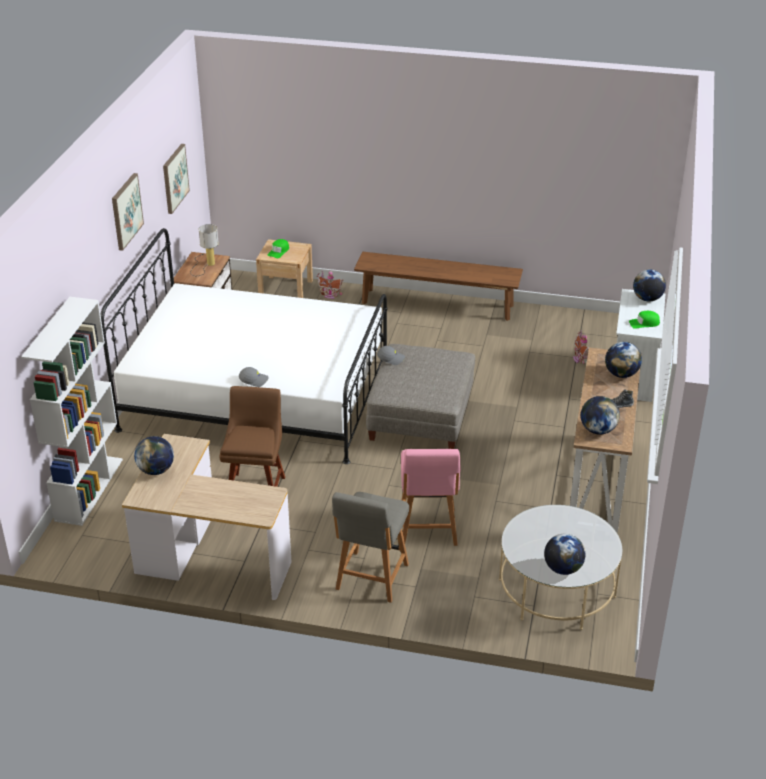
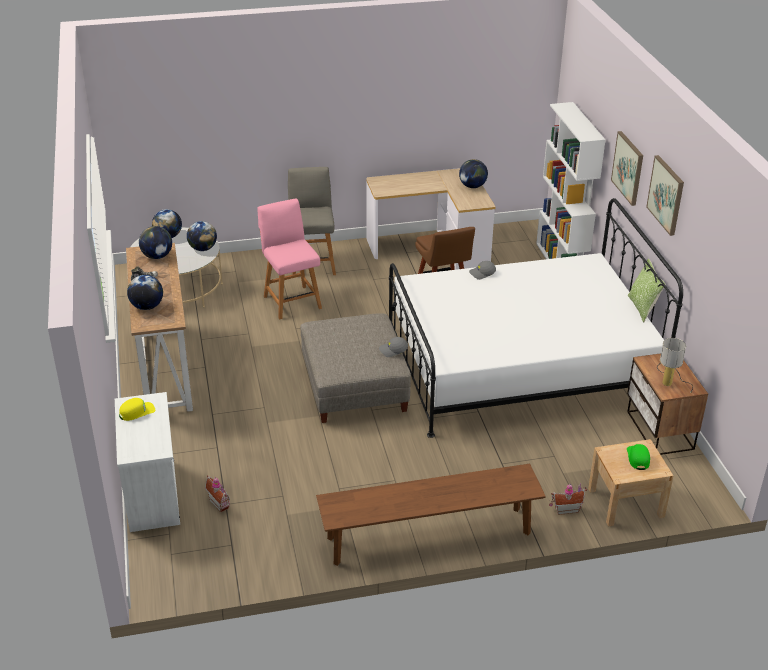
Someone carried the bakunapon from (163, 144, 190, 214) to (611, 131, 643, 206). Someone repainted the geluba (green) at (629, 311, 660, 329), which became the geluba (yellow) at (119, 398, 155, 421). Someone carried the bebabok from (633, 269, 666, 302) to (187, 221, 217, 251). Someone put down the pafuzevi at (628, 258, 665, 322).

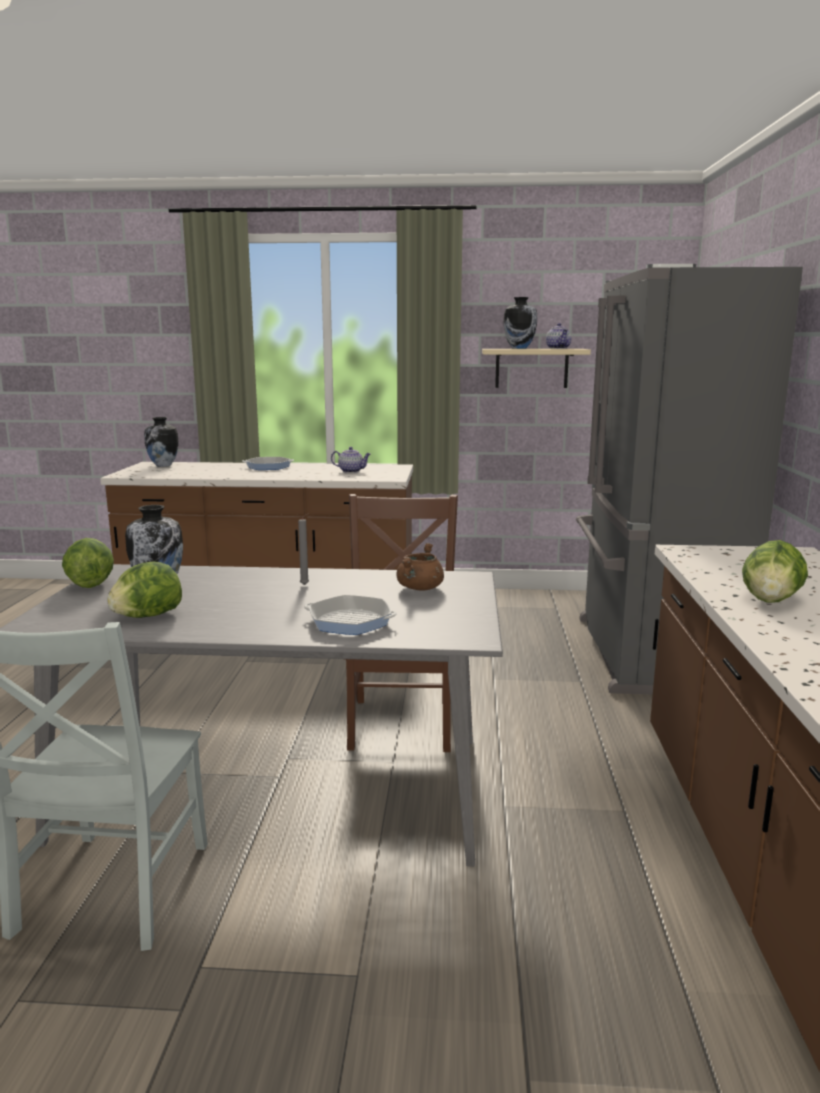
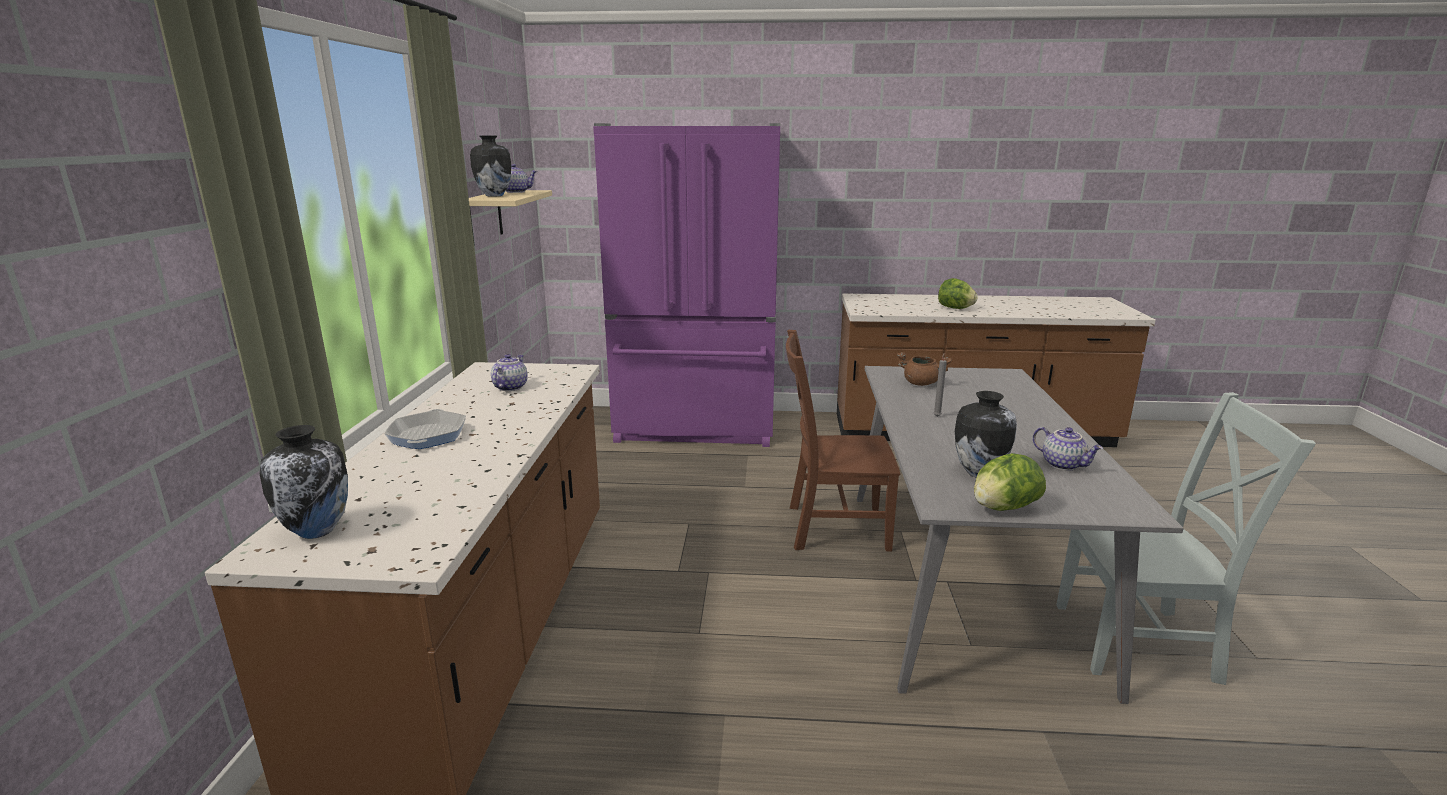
Someone swapped the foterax at (107, 561, 182, 618) for the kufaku at (1032, 427, 1103, 471). Someone took away the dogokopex at (304, 595, 397, 635). Someone repainted the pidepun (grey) at (576, 264, 803, 694), which became the pidepun (purple) at (593, 123, 780, 447).

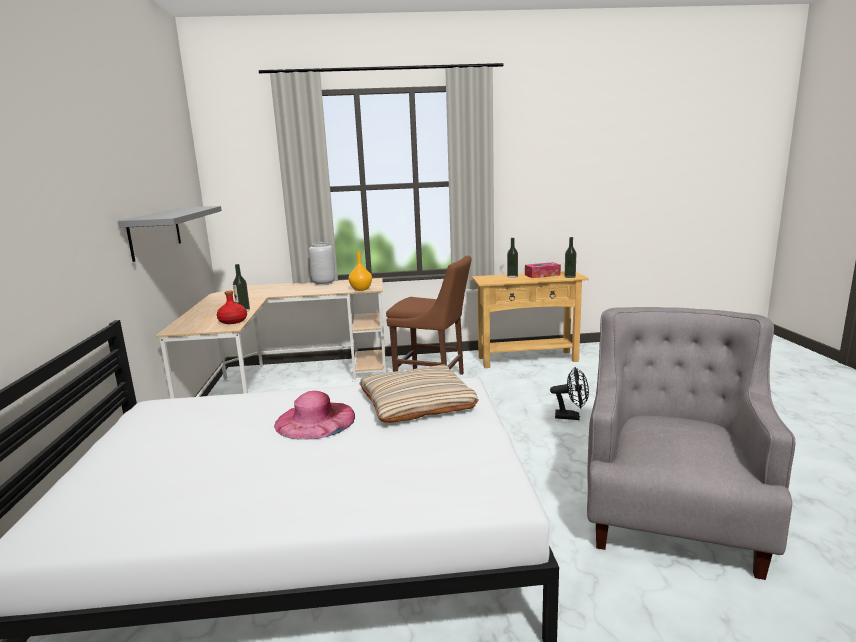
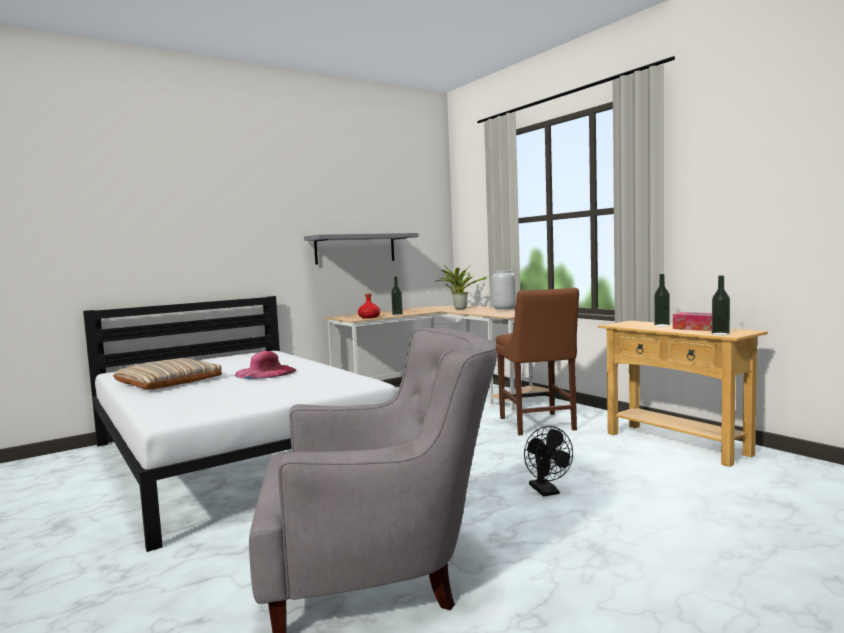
Someone took away the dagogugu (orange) at (348, 251, 372, 291). Someone carried the pafuzevi (beige) from (359, 364, 479, 423) to (113, 358, 222, 390). Someone put down the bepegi at (435, 265, 487, 309).

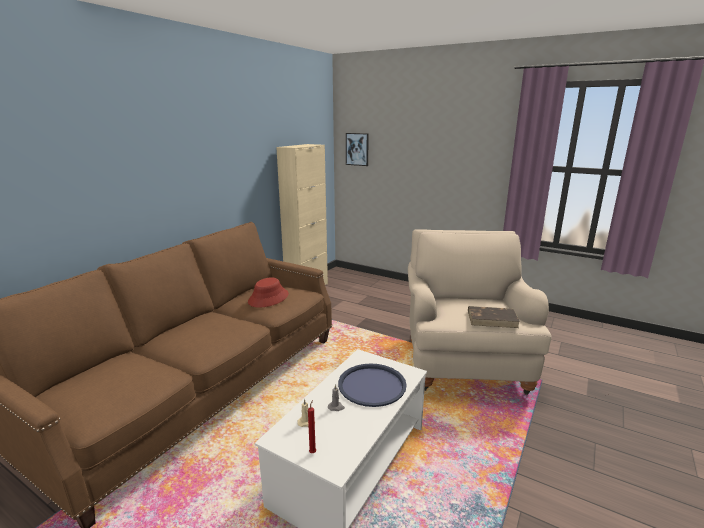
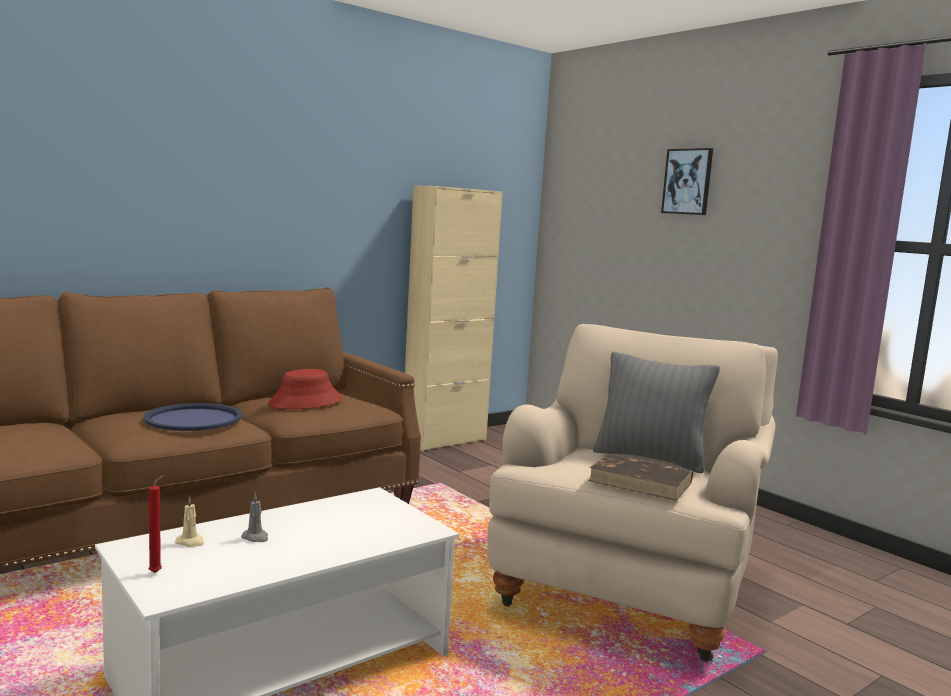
Someone carried the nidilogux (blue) from (338, 364, 407, 407) to (143, 403, 242, 431). Someone carried the bakunapon from (346, 133, 369, 166) to (661, 148, 713, 215). Someone put down the pafuzevi (grey) at (593, 352, 720, 473).

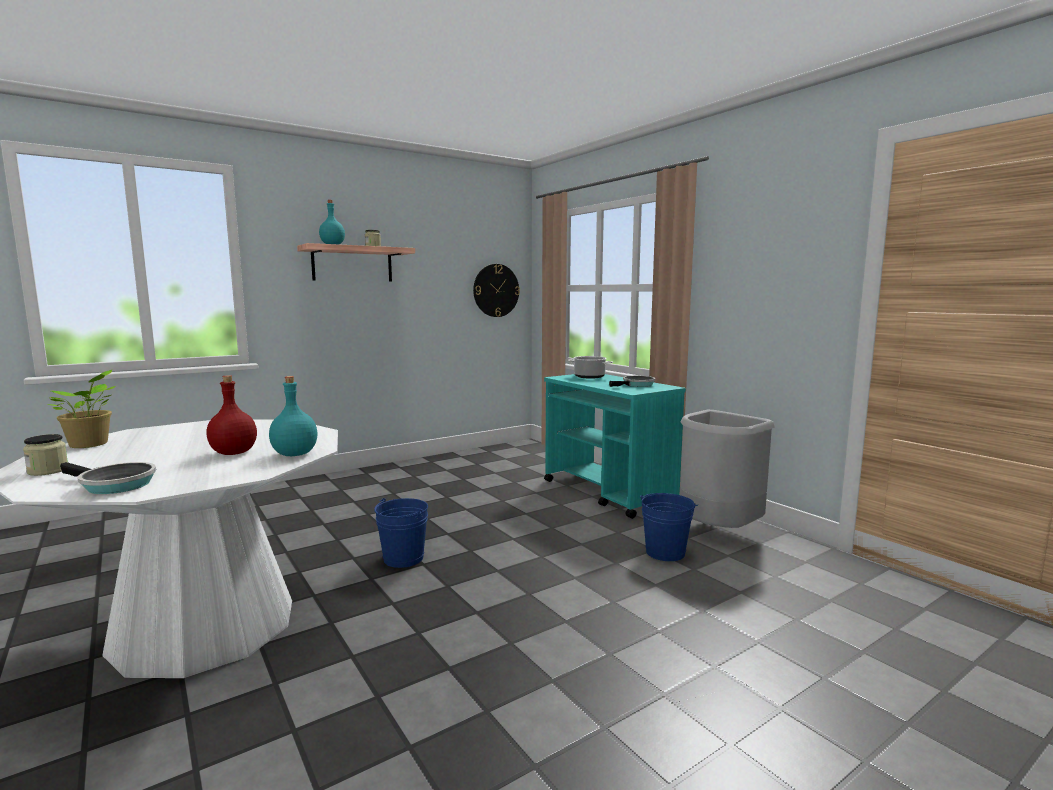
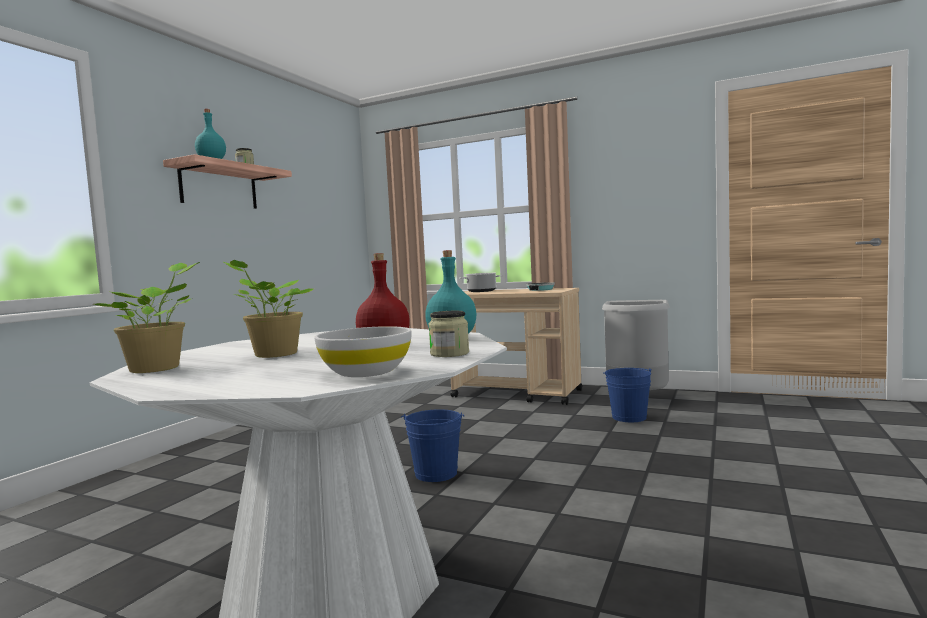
Someone carried the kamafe from (23, 434, 68, 476) to (428, 311, 469, 357). Someone swapped the dogokopex at (60, 462, 156, 494) for the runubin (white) at (314, 326, 412, 377). Someone took away the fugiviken at (473, 264, 520, 317). Someone repainted the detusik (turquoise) at (544, 374, 686, 519), which became the detusik (beige) at (451, 288, 582, 405). Someone put down the bepegi at (223, 260, 314, 358).

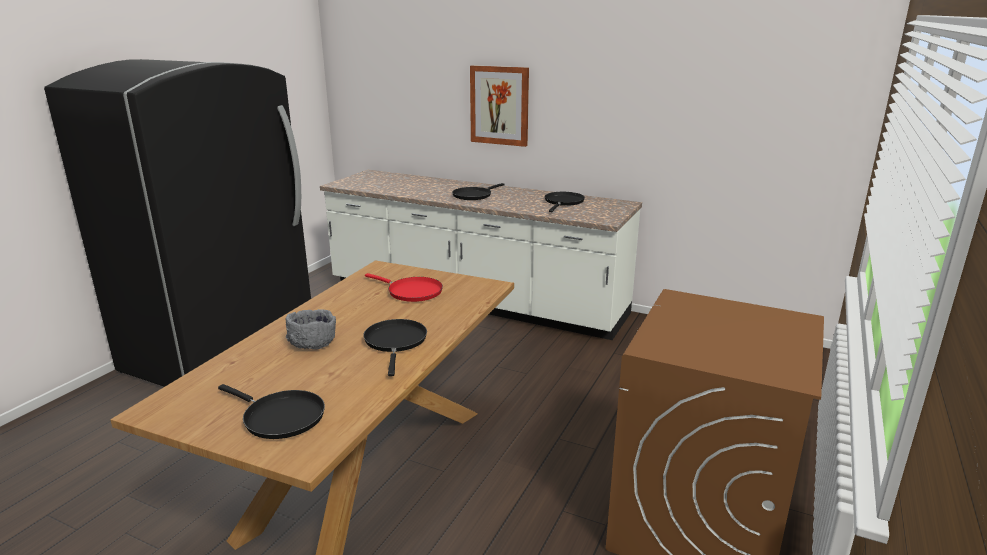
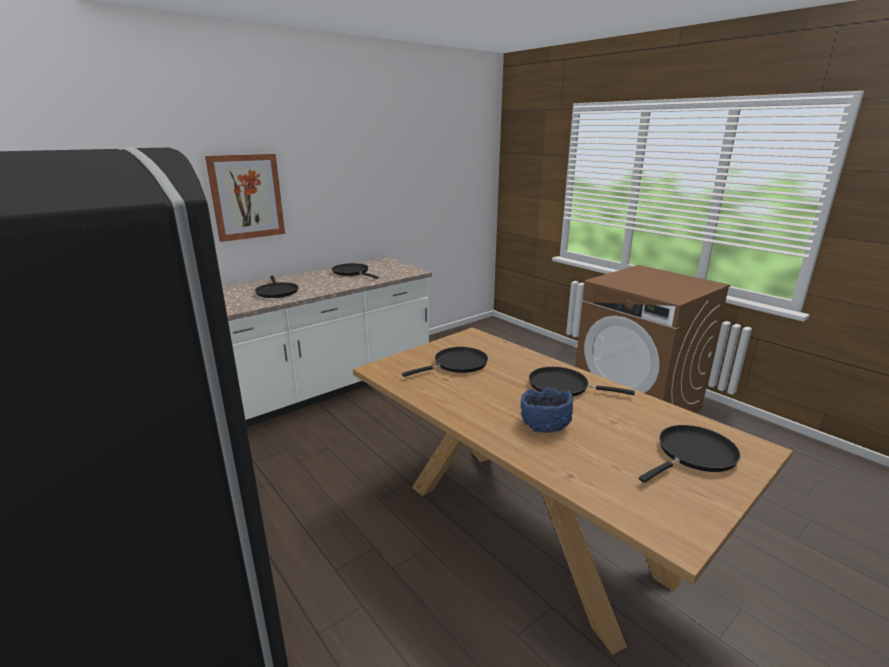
Someone repainted the runubin (grey) at (285, 309, 336, 349), which became the runubin (blue) at (521, 388, 573, 433). Someone repainted the dogokopex (red) at (365, 273, 443, 302), which became the dogokopex (black) at (402, 347, 488, 377).

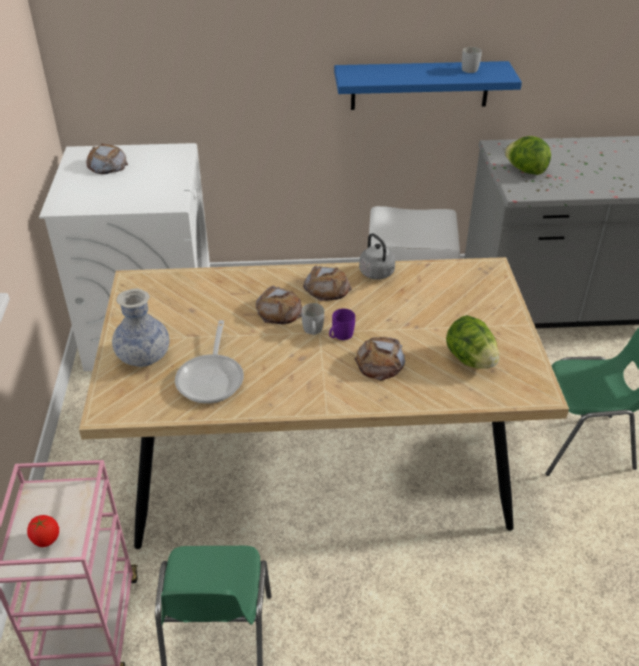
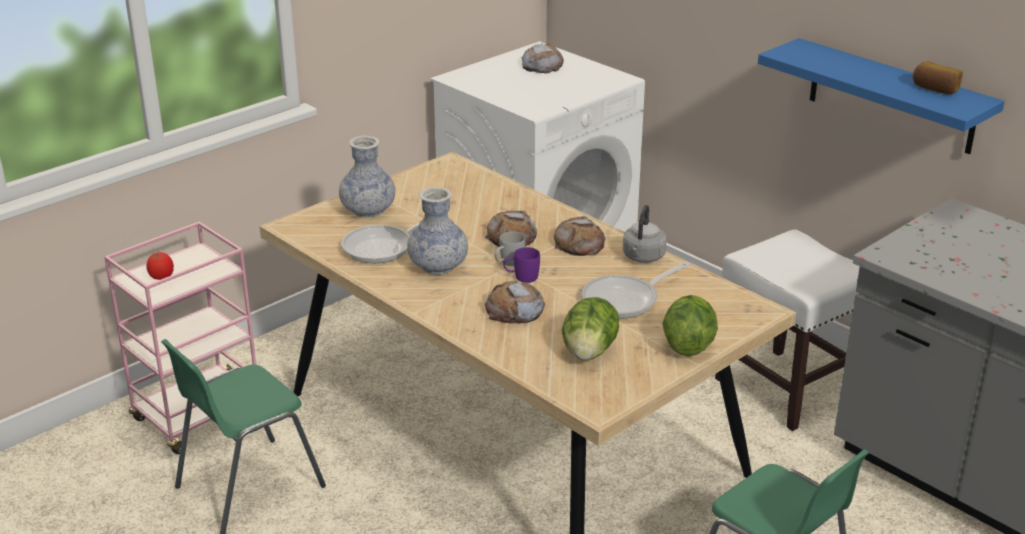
Someone swapped the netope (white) at (462, 47, 482, 73) for the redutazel at (913, 61, 963, 94). Someone carried the foterax from (505, 136, 551, 175) to (662, 295, 718, 356). Someone put down the dagogugu at (407, 187, 468, 275). Someone put down the dogokopex at (582, 262, 691, 319).

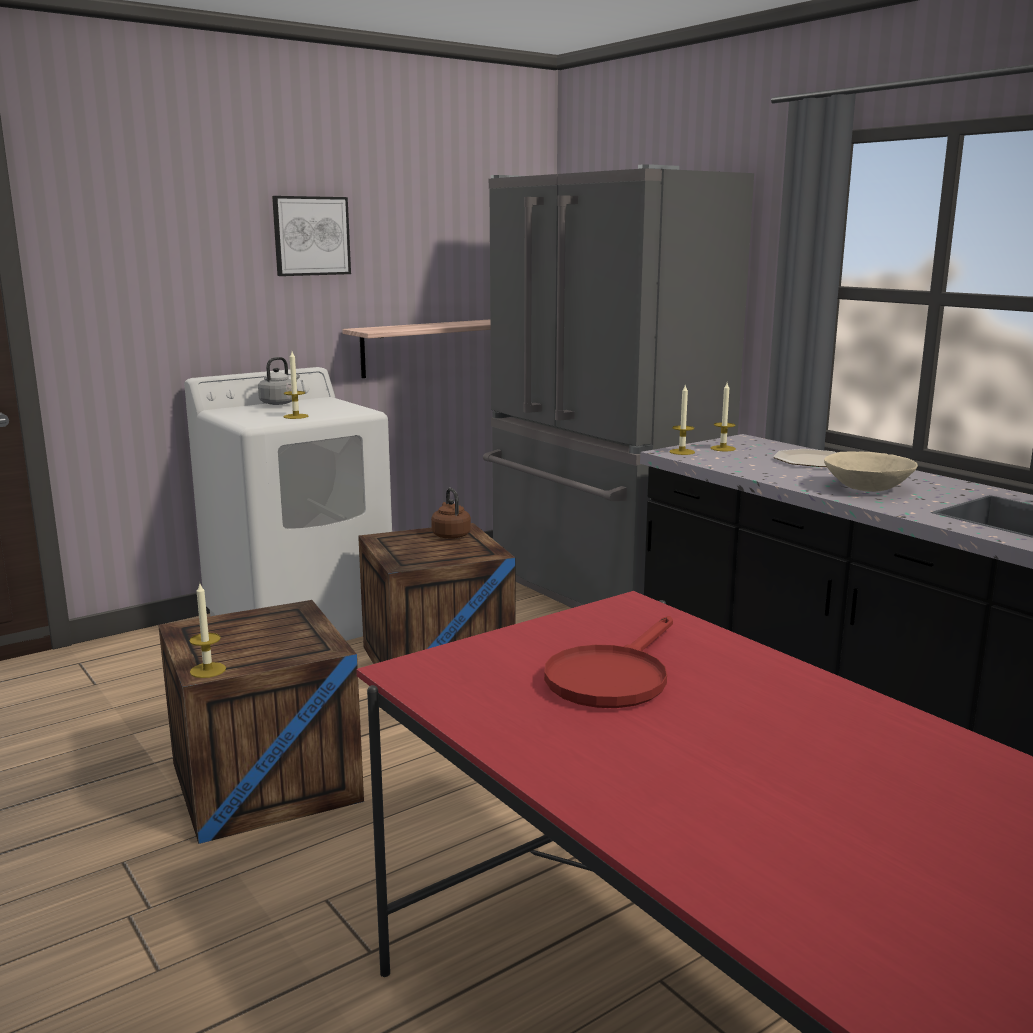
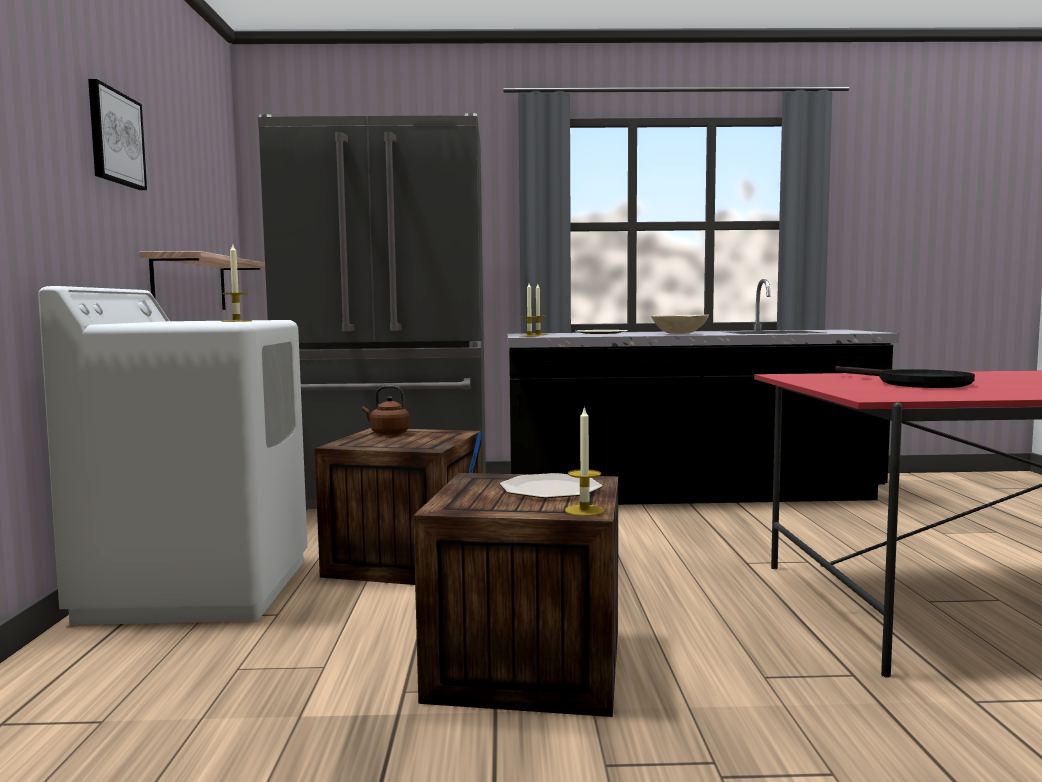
Someone took away the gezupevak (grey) at (258, 357, 300, 405). Someone repainted the dogokopex (red) at (544, 616, 673, 708), which became the dogokopex (black) at (835, 366, 975, 388). Someone put down the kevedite at (500, 473, 602, 498).

